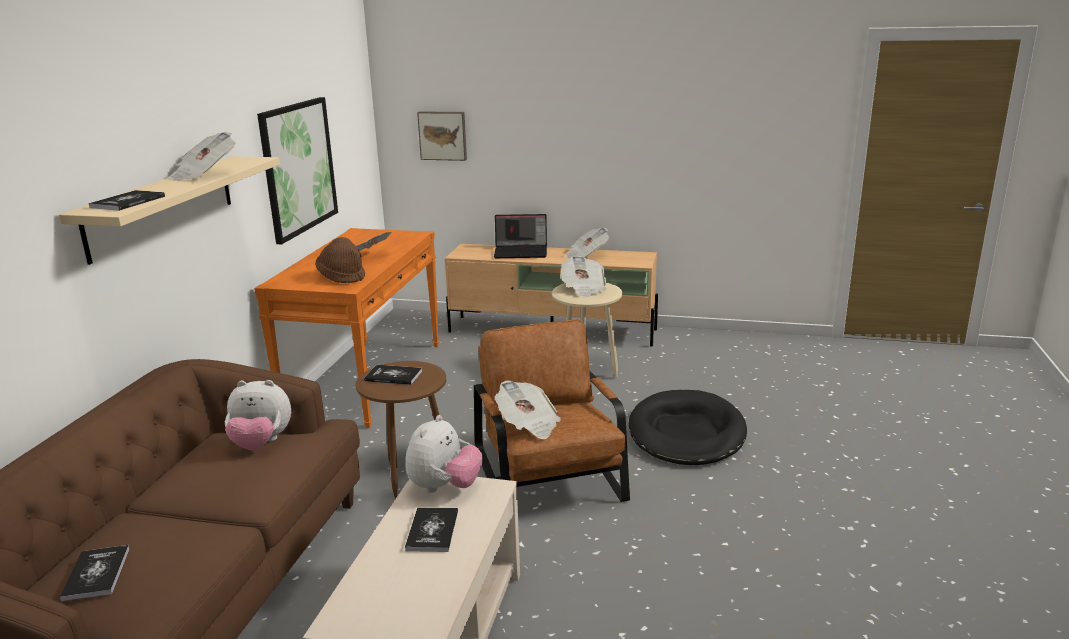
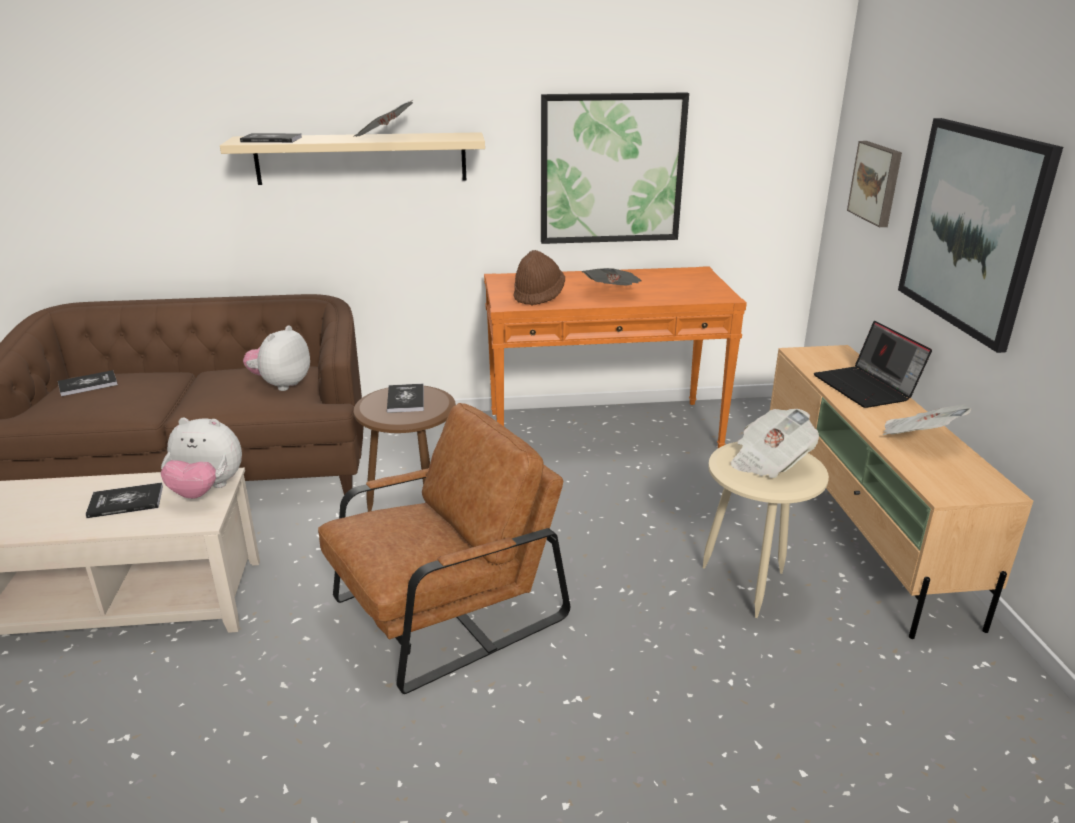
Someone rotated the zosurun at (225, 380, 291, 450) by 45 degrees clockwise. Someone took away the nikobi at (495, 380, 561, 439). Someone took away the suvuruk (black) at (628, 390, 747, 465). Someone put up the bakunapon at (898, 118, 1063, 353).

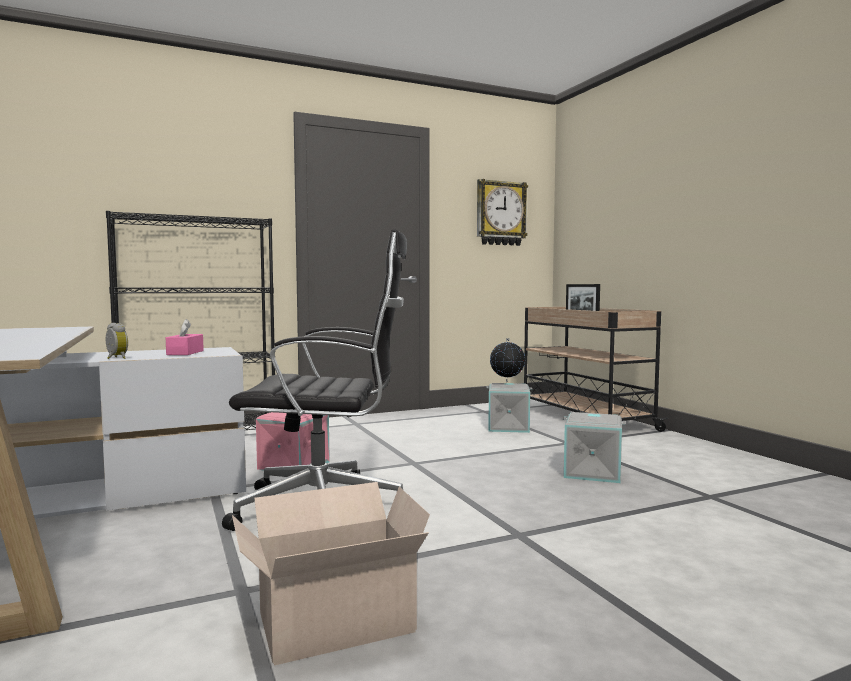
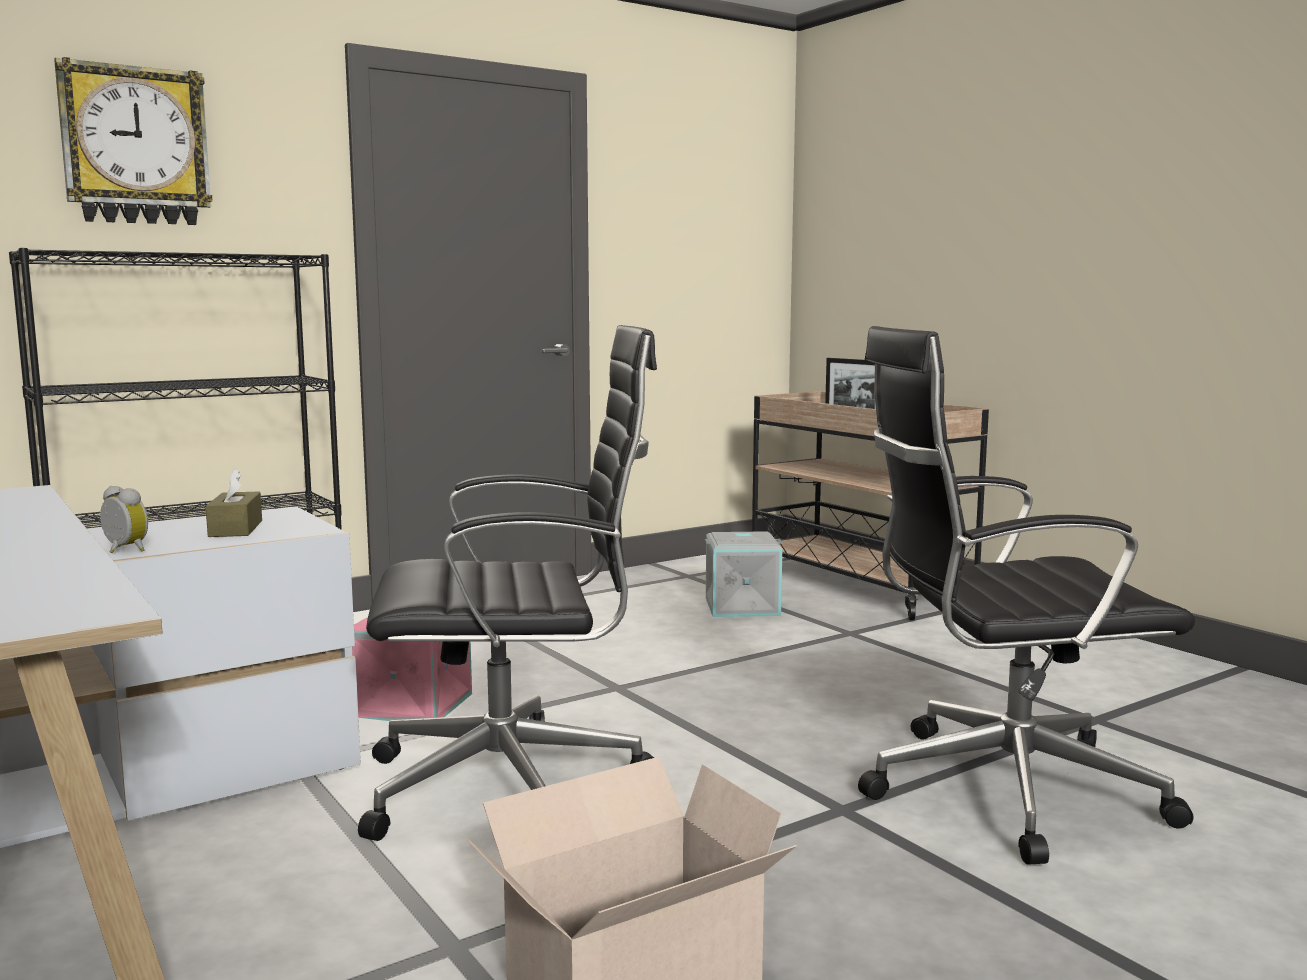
Someone repainted the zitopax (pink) at (166, 319, 204, 355), which became the zitopax (brown) at (206, 468, 262, 537). Someone carried the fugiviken from (477, 179, 528, 246) to (54, 57, 213, 225). Someone took away the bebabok at (490, 338, 525, 382). Someone took away the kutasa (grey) at (563, 412, 626, 483). Someone put down the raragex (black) at (858, 326, 1195, 865).

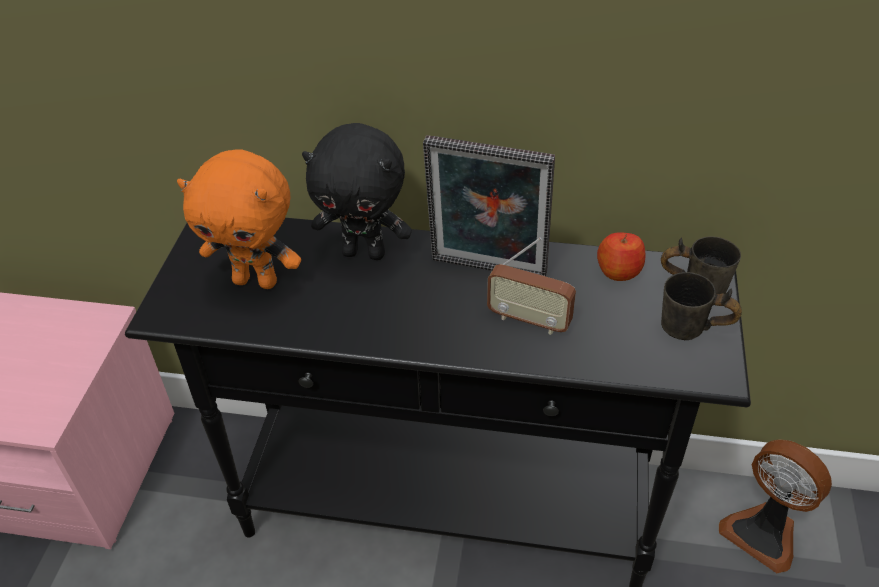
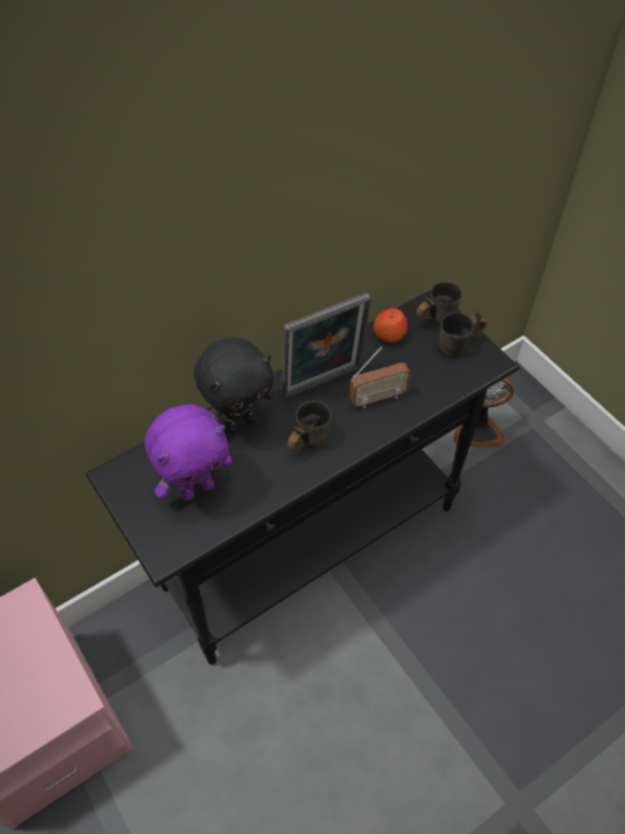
Someone repainted the zosurun (orange) at (177, 149, 301, 289), which became the zosurun (purple) at (144, 405, 232, 501). Someone put down the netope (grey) at (287, 401, 331, 451).

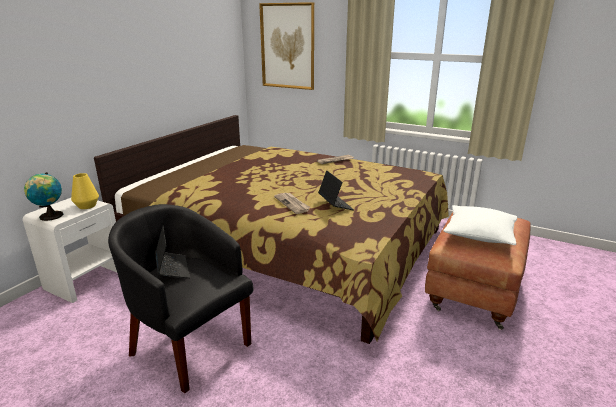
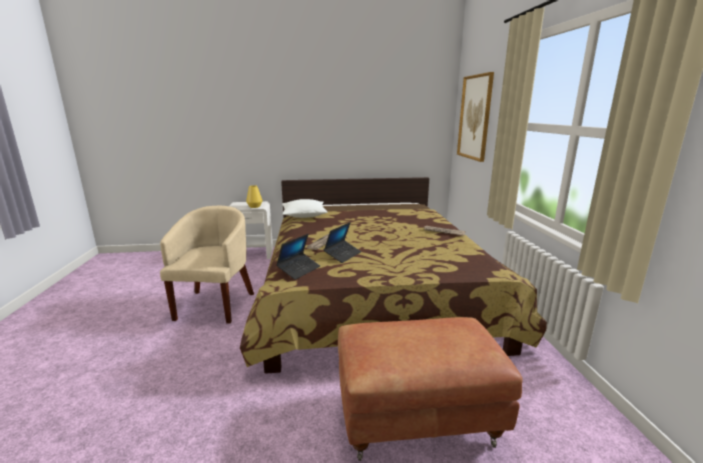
Someone took away the bebabok at (24, 172, 64, 221). Someone repainted the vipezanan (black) at (108, 204, 254, 393), which became the vipezanan (beige) at (160, 206, 254, 324). Someone carried the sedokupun from (155, 226, 190, 278) to (276, 234, 320, 280). Someone carried the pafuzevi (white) from (443, 205, 517, 245) to (282, 199, 327, 218).

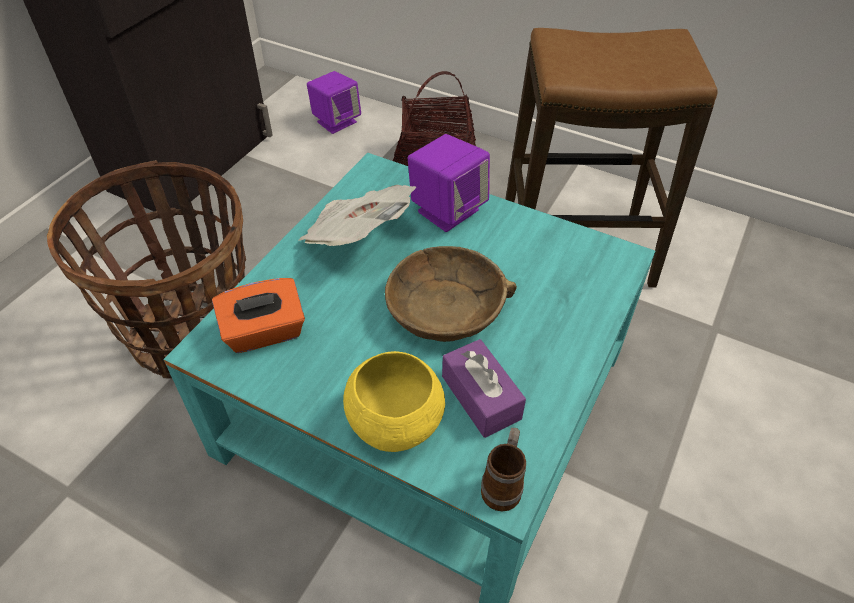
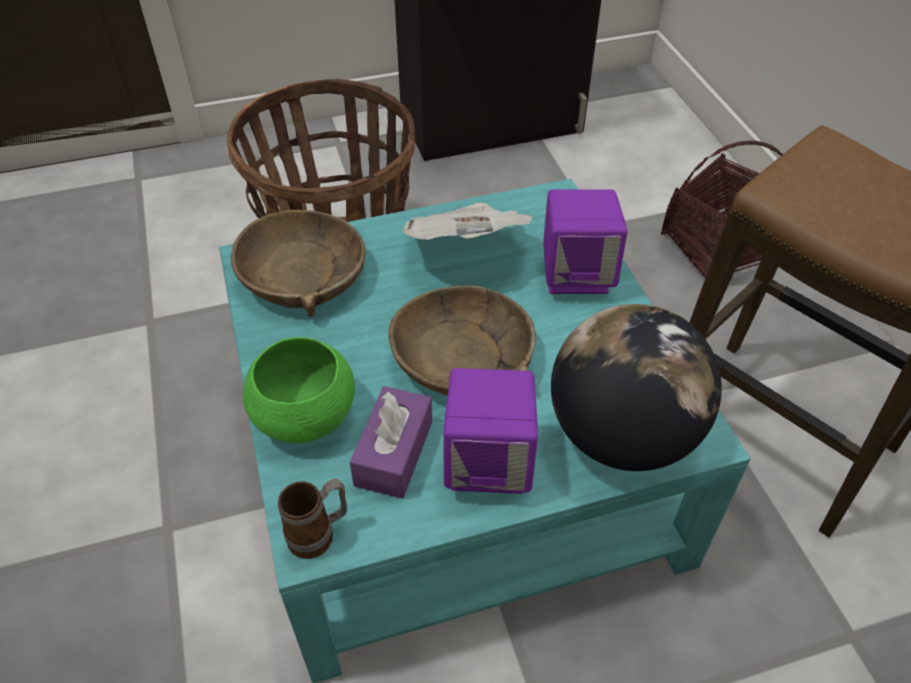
Someone swapped the zitopax (orange) at (212, 278, 305, 353) for the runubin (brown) at (231, 210, 366, 317). Someone carried the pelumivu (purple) from (307, 71, 361, 134) to (443, 368, 538, 494). Someone repainted the runubin (yellow) at (343, 351, 445, 452), which became the runubin (green) at (243, 337, 355, 443). Someone put down the bebabok at (551, 304, 722, 471).

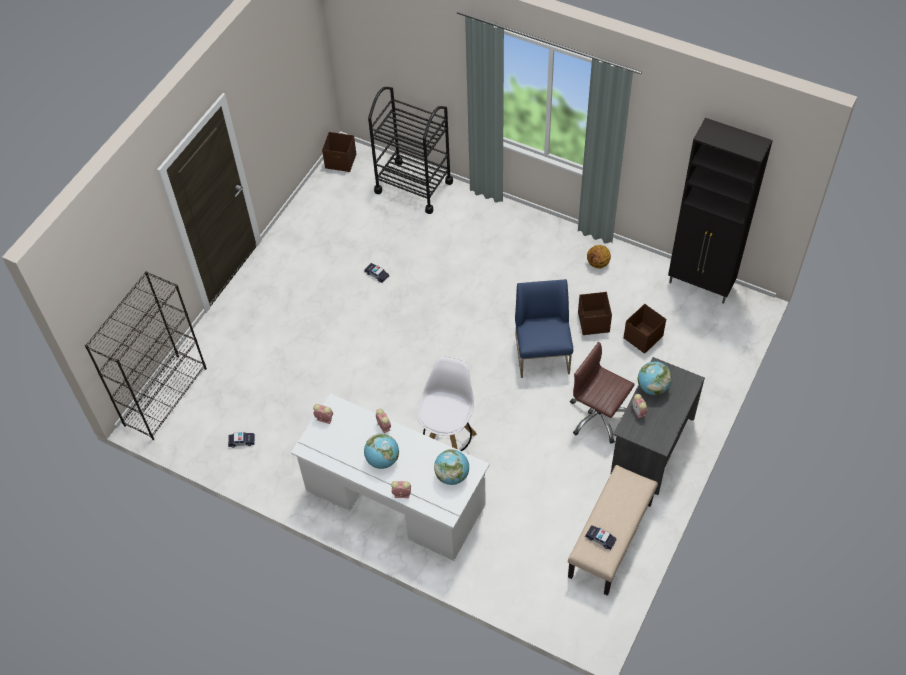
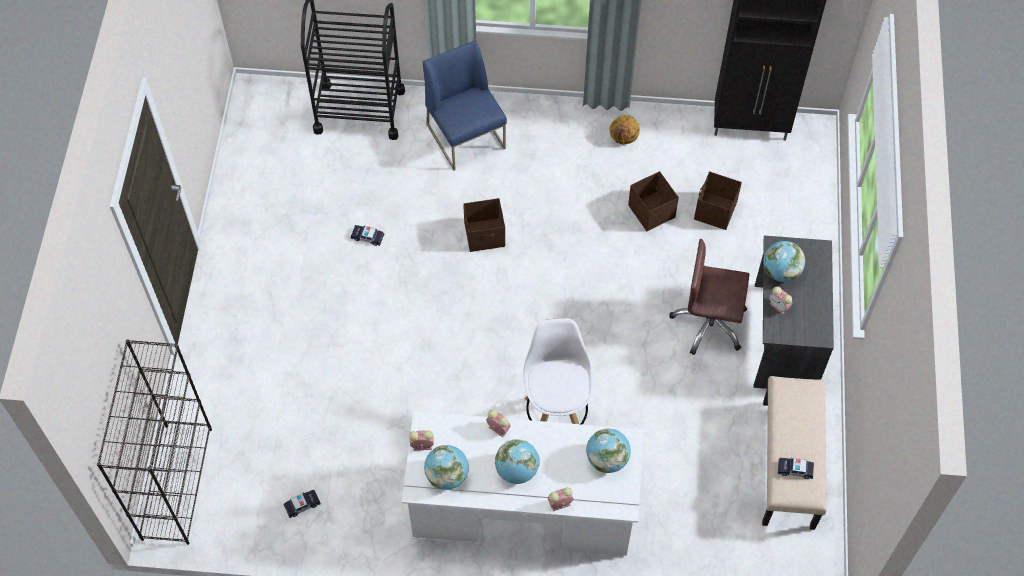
Someone carried the kutasa (brown) from (322, 132, 356, 172) to (463, 198, 505, 252). Someone carried the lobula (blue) from (515, 279, 573, 378) to (423, 40, 507, 171). Someone put down the bebabok at (424, 445, 469, 490).

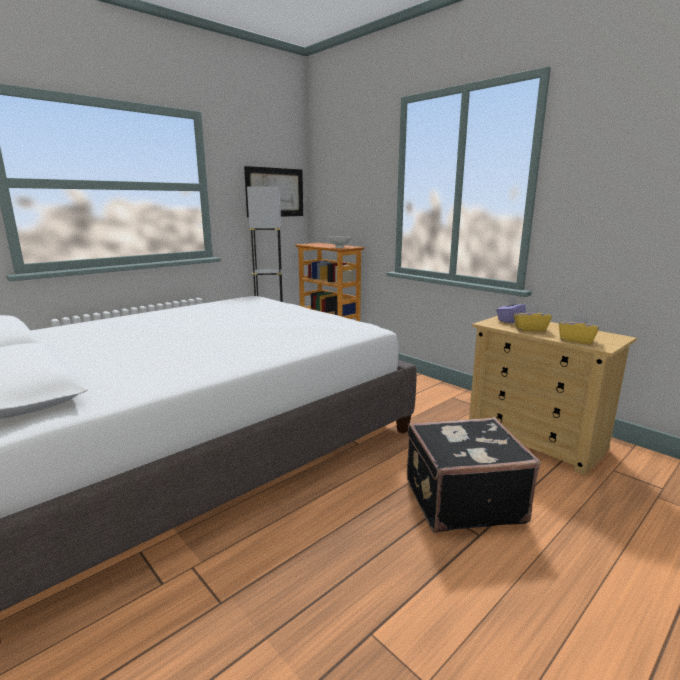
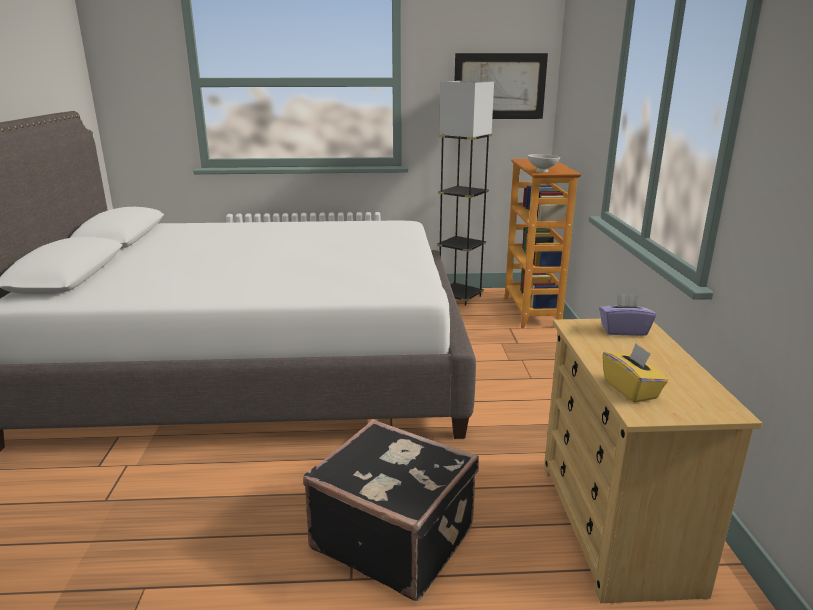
Someone took away the zitopax (yellow) at (514, 304, 552, 332).

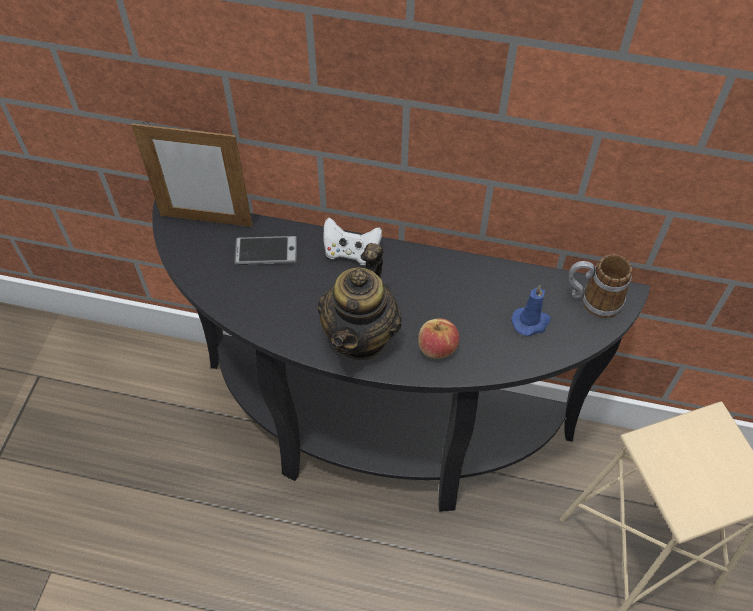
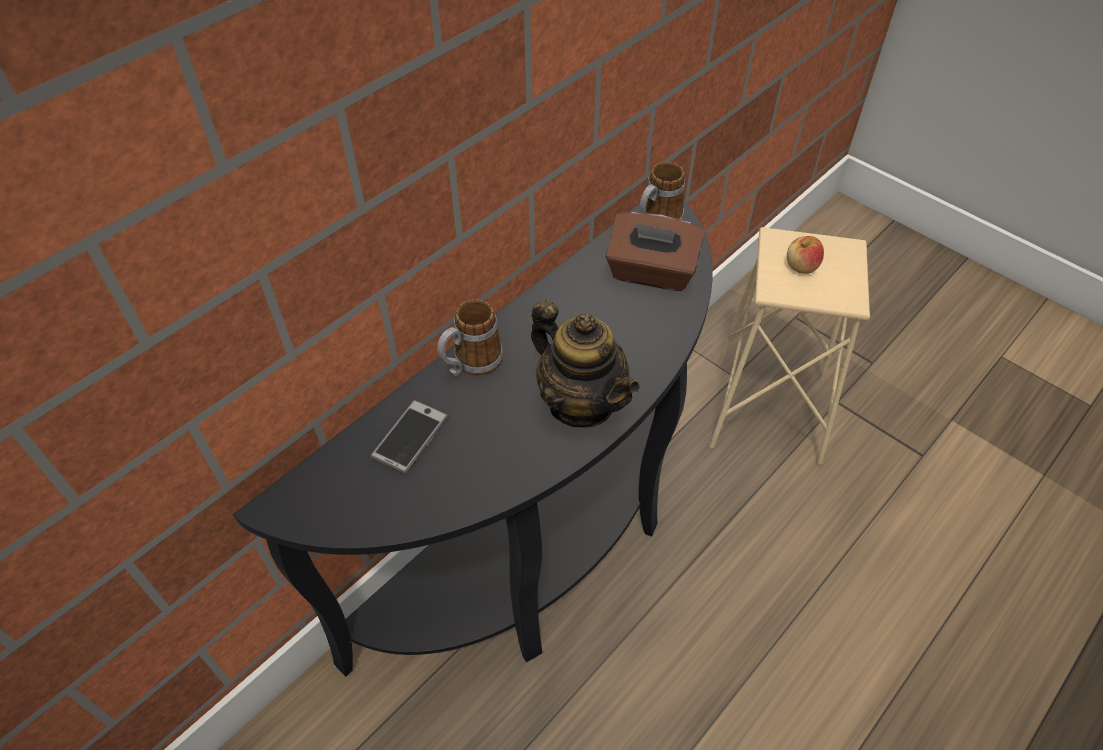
Someone took away the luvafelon at (131, 121, 253, 227). Someone swapped the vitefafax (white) at (323, 217, 382, 265) for the netope at (437, 299, 503, 376). Someone carried the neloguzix from (418, 318, 459, 359) to (787, 236, 824, 274). Someone swapped the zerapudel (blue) at (511, 285, 551, 336) for the zitopax (brown) at (605, 212, 705, 291).

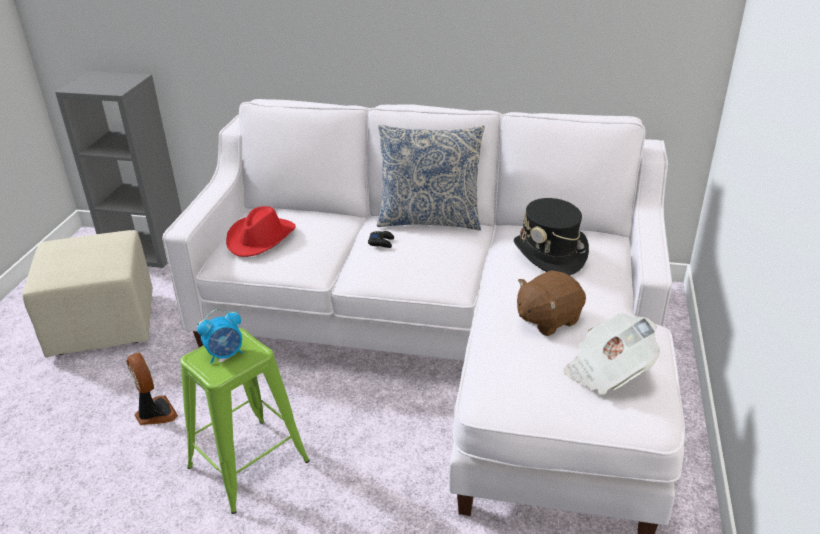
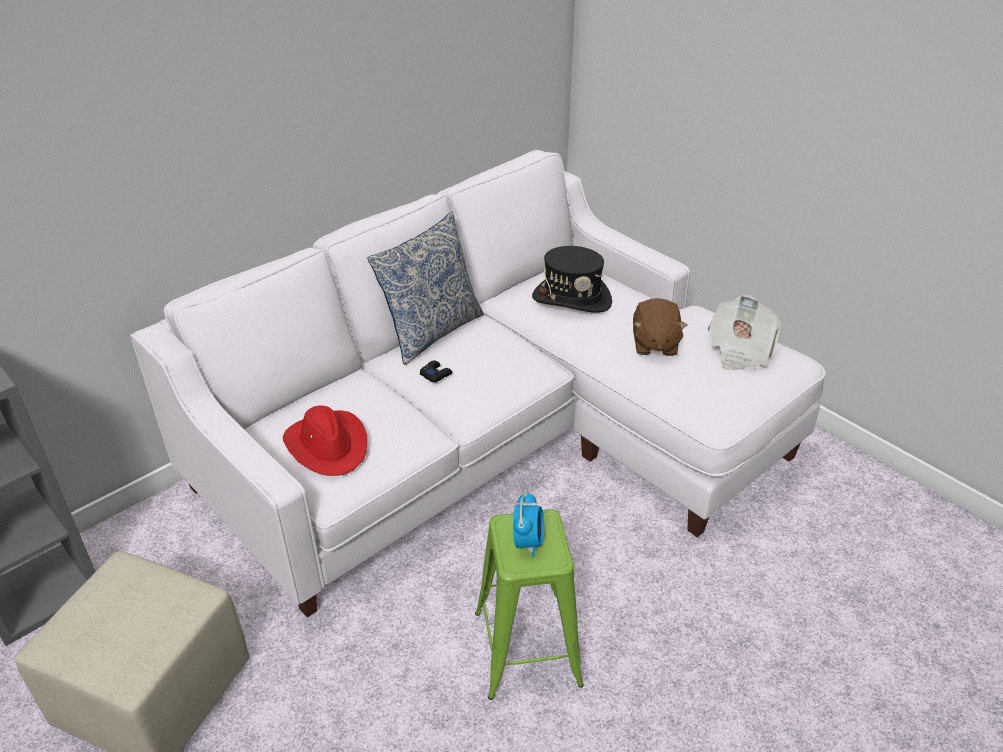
Someone took away the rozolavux at (127, 353, 178, 425).

